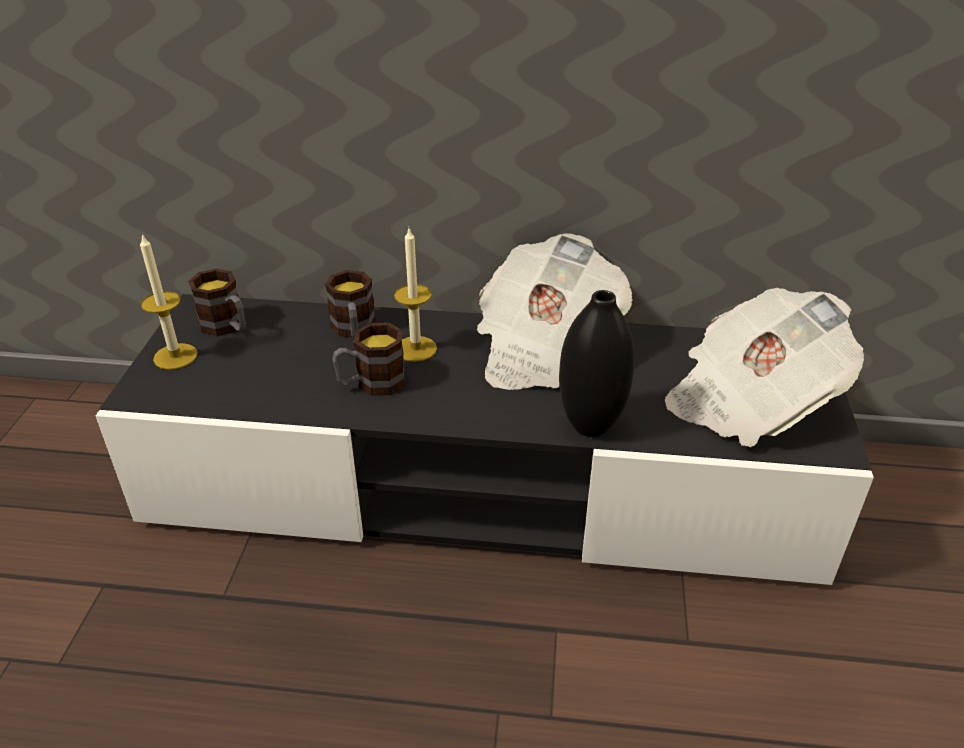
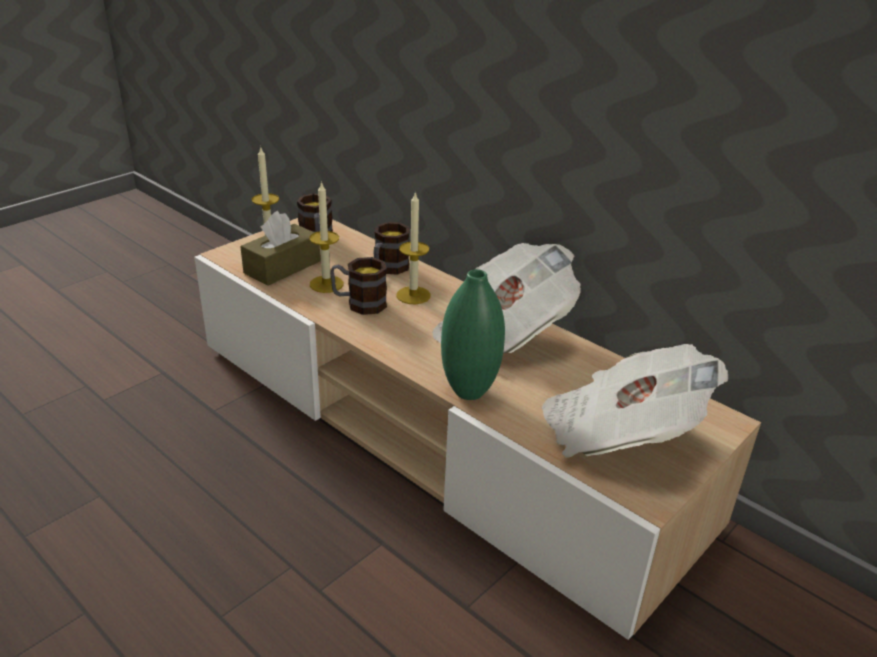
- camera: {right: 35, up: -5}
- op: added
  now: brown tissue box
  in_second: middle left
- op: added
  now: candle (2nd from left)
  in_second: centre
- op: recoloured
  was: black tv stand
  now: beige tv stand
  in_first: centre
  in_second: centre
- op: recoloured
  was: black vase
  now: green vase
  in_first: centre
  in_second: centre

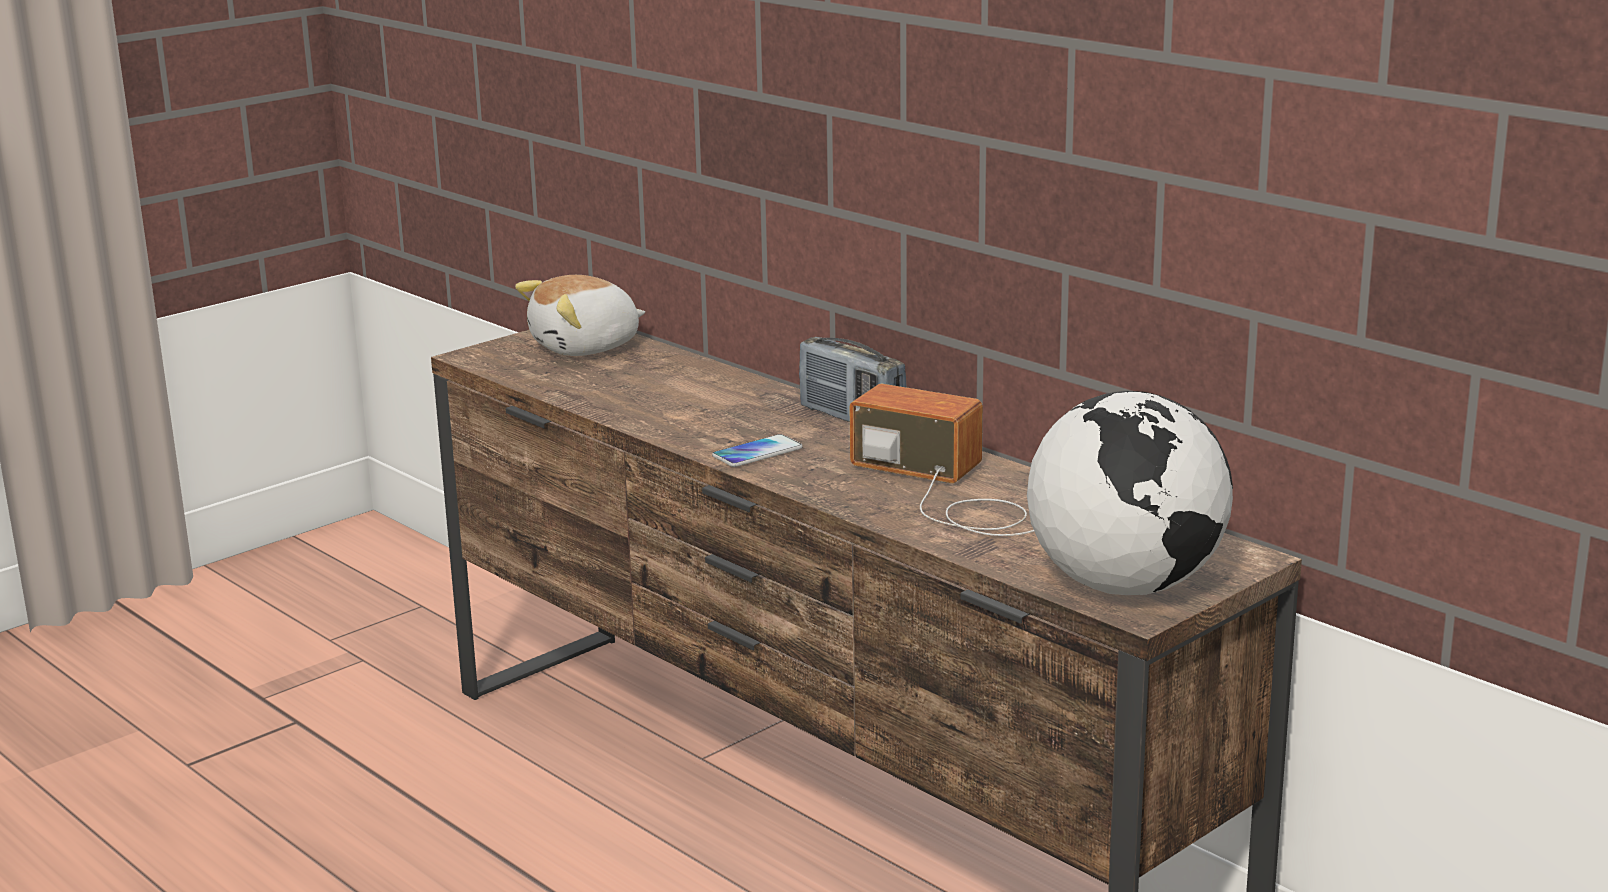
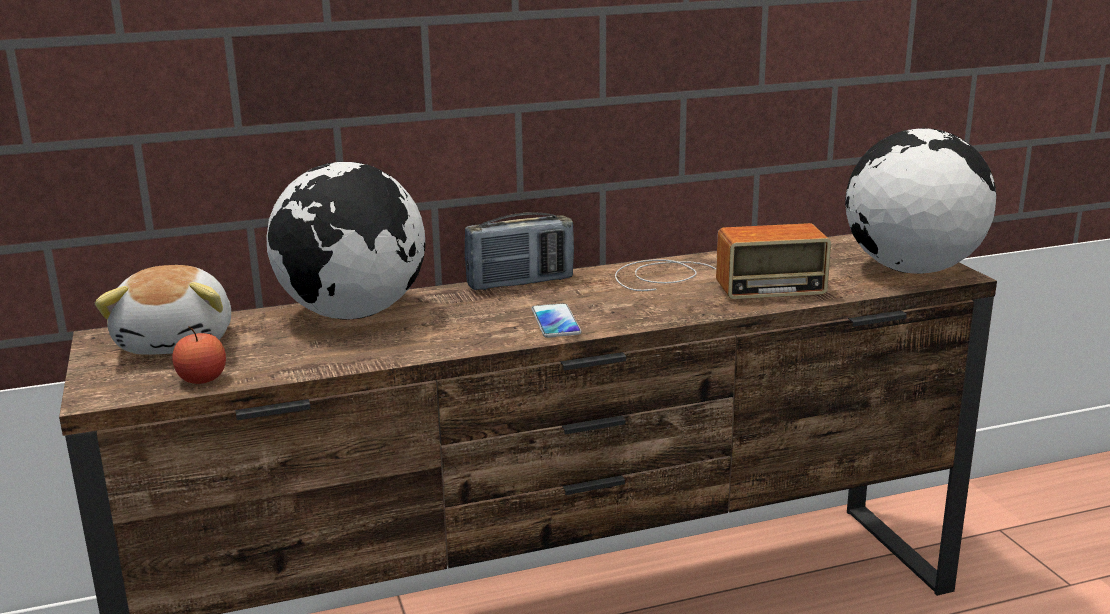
- camera: {right: -65, up: 0}
- op: added
  now: apple
  in_second: middle left
- op: added
  now: globe (1st from left)
  in_second: middle left
- op: turned
  was: radio (2nd from left)
  in_first: centre
  in_second: centre
  clockwise: -150

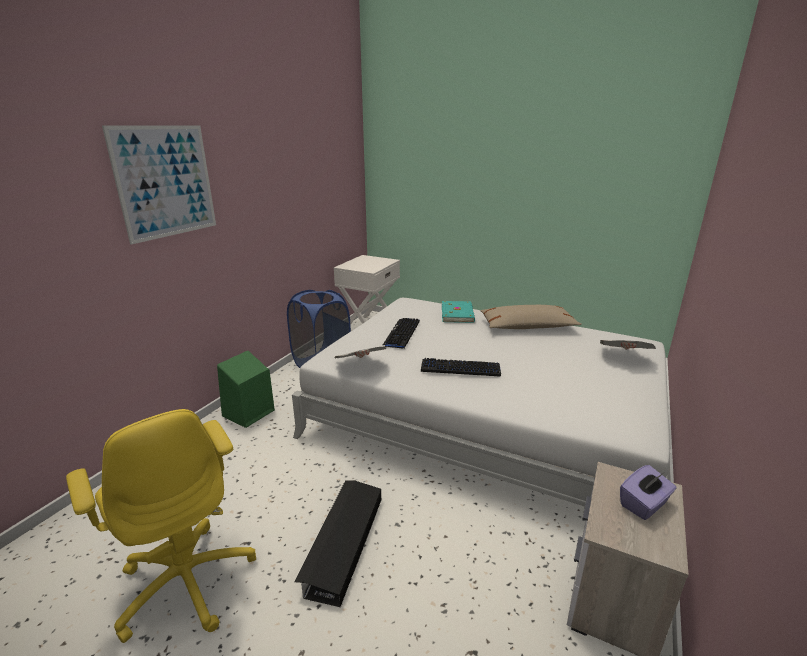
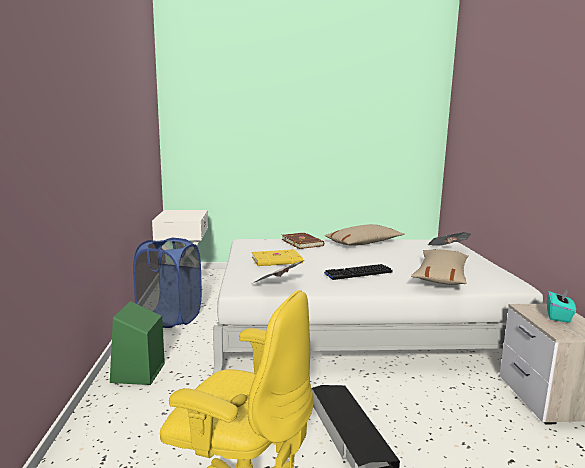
- camera: {right: -30, up: -10}
- op: removed
  was: picture
  in_first: top left
- op: added
  now: beige pillow (2nd from left)
  in_second: middle right
- op: replaced
  was: keyboard (1st from left)
  now: yellow book
  in_first: centre
  in_second: centre
- op: recoloured
  was: turquoise book
  now: brown book
  in_first: centre
  in_second: centre
- op: recoloured
  was: purple tissue box
  now: turquoise tissue box
  in_first: bottom right
  in_second: middle right

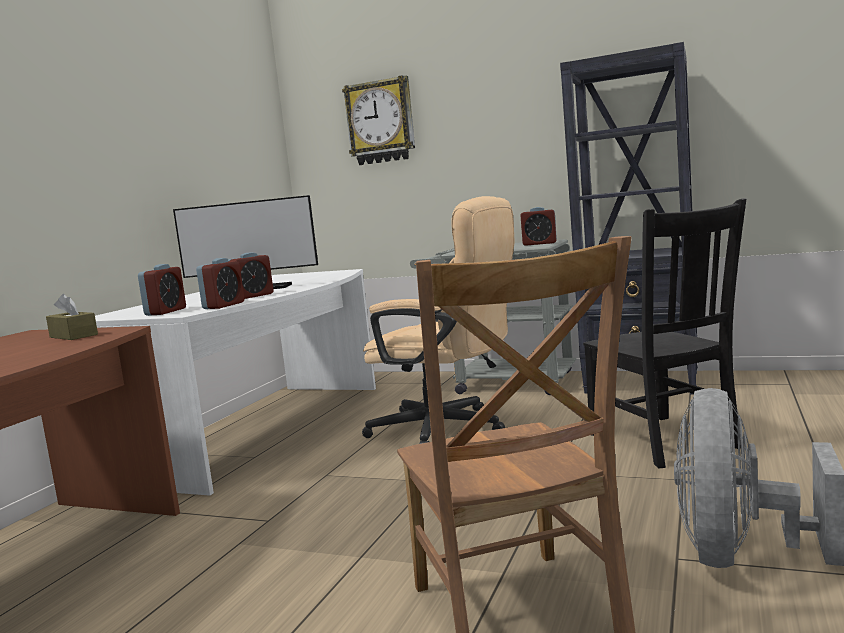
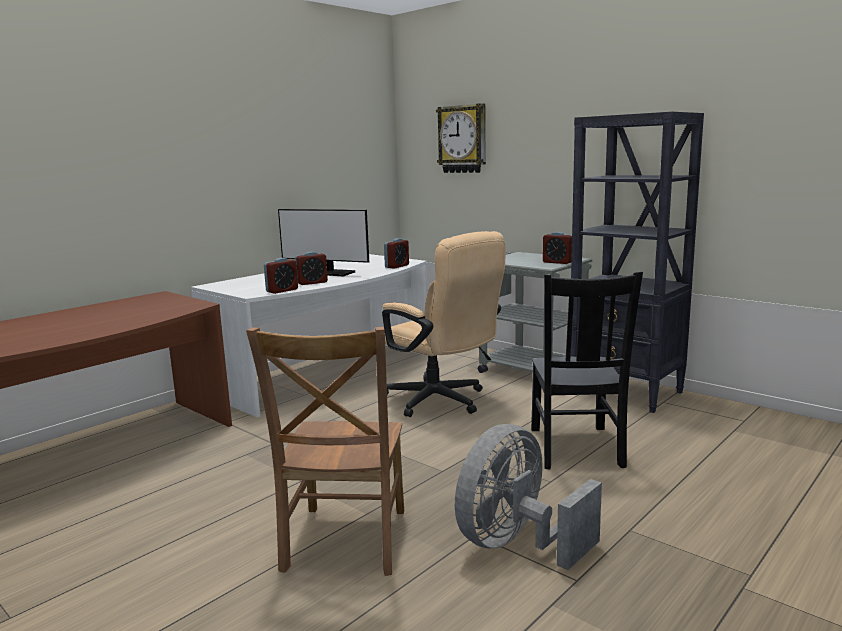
- camera: {right: 20, up: 5}
- op: removed
  was: brown tissue box
  in_first: middle left
- op: moved
  was: alarm clock (1st from left in the first image)
  now: alarm clock (3rd from left)
  in_first: middle left
  in_second: centre

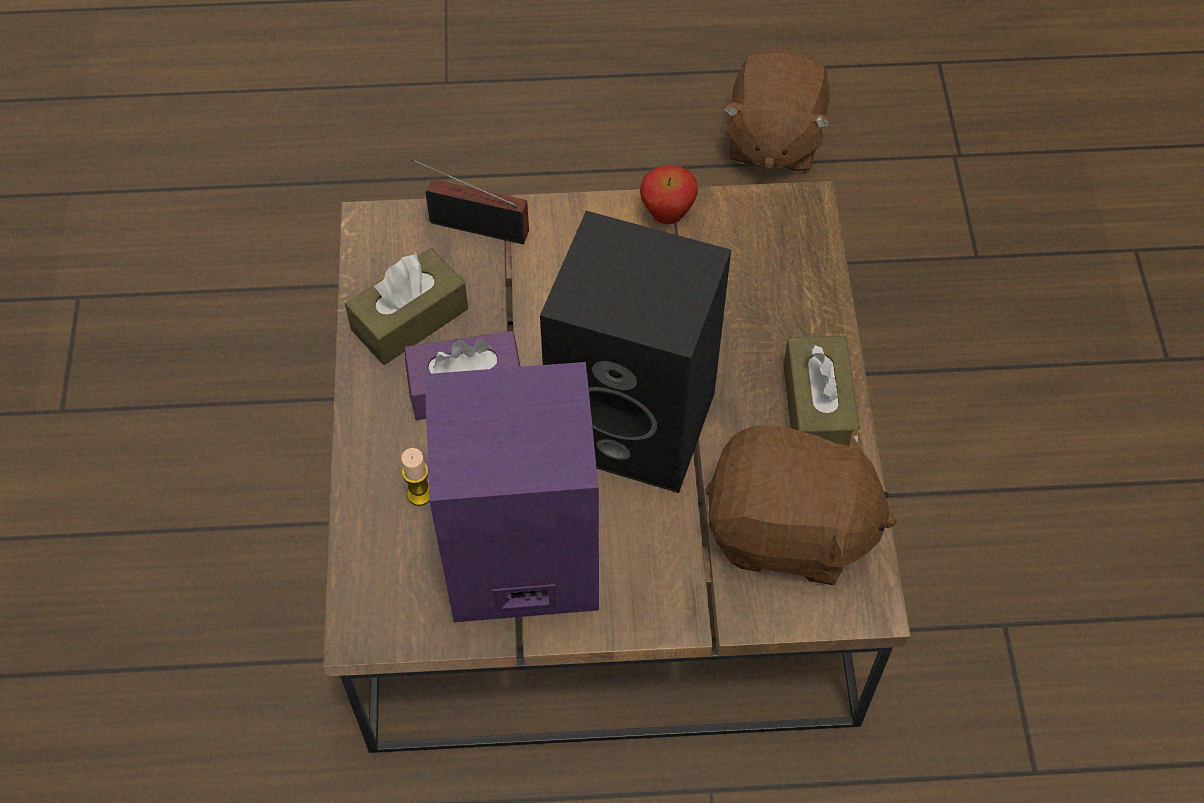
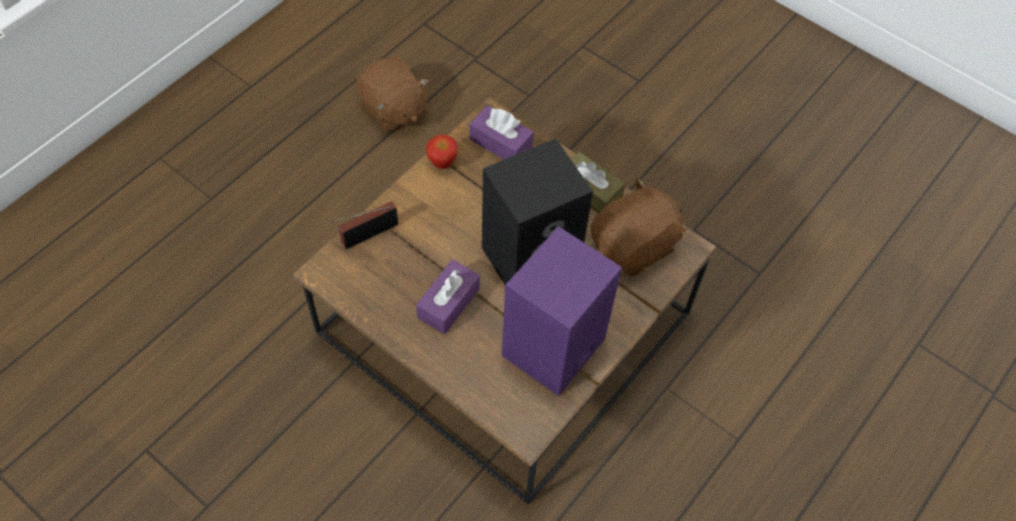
- camera: {right: -50, up: 0}
- op: removed
  was: brown tissue box (1st from left)
  in_first: centre
- op: removed
  was: candle
  in_first: centre
- op: added
  now: purple tissue box (2nd from left)
  in_second: top centre

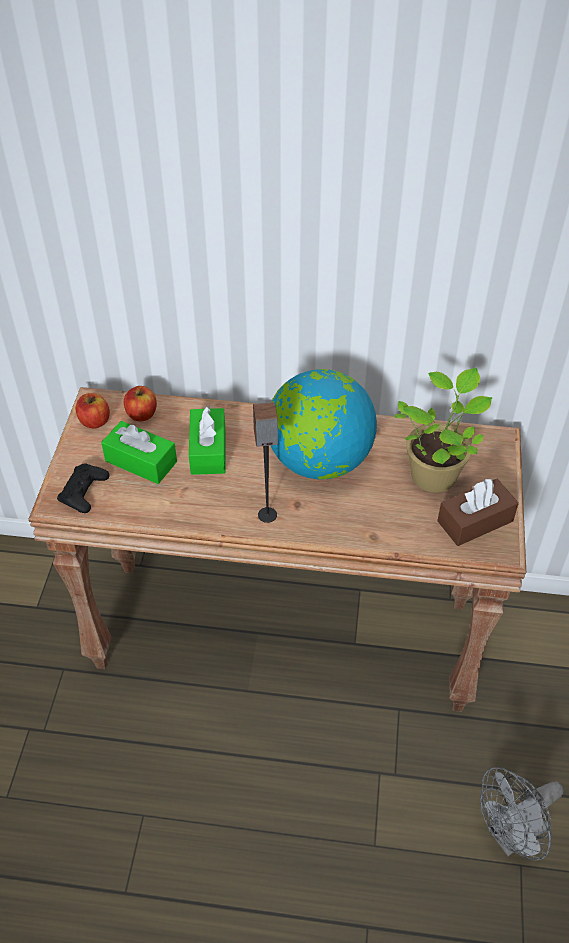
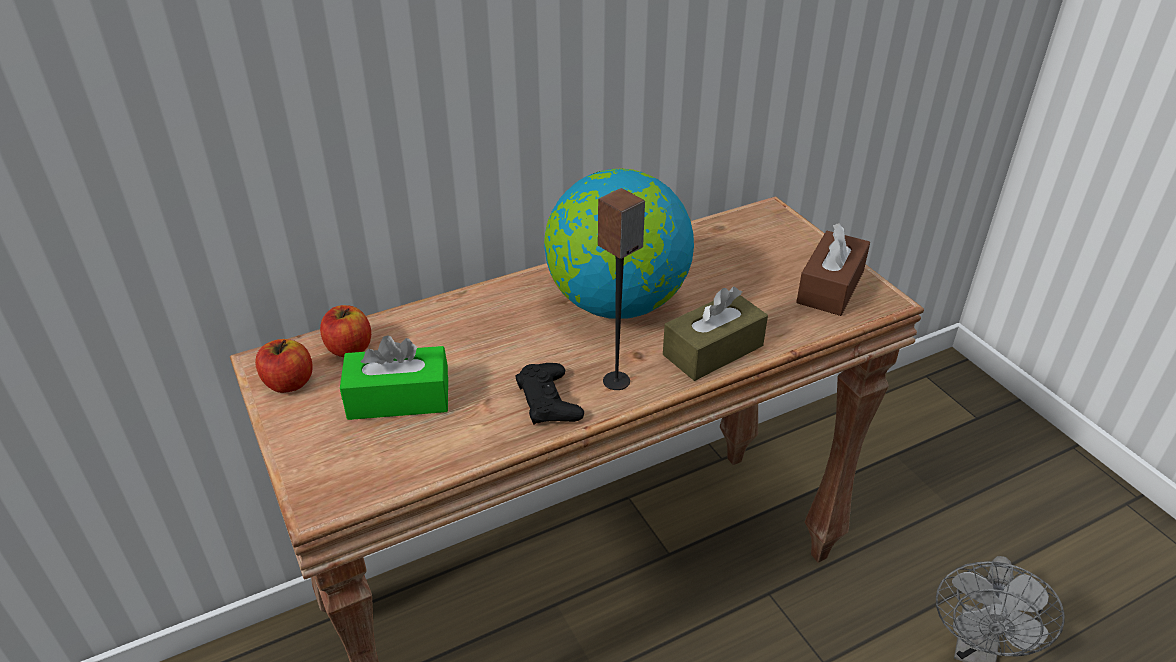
- camera: {right: -35, up: -10}
- op: removed
  was: green tissue box (2nd from left)
  in_first: centre
- op: removed
  was: potted plant
  in_first: middle right
- op: added
  now: brown tissue box (1st from left)
  in_second: centre
- op: moved
  was: black game controller
  in_first: middle left
  in_second: centre

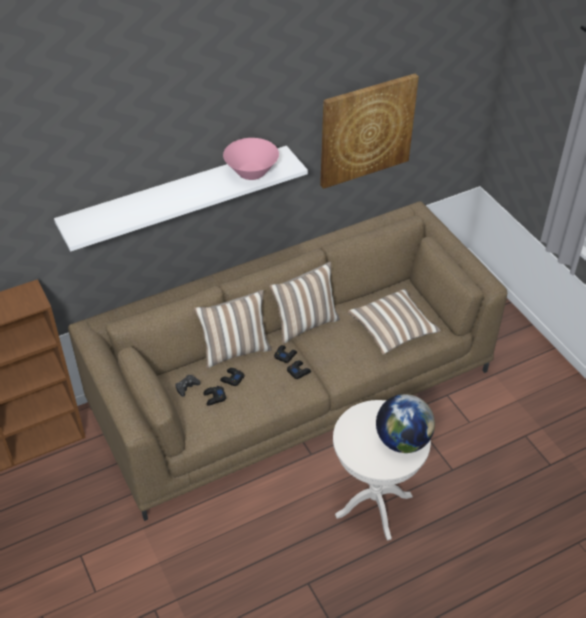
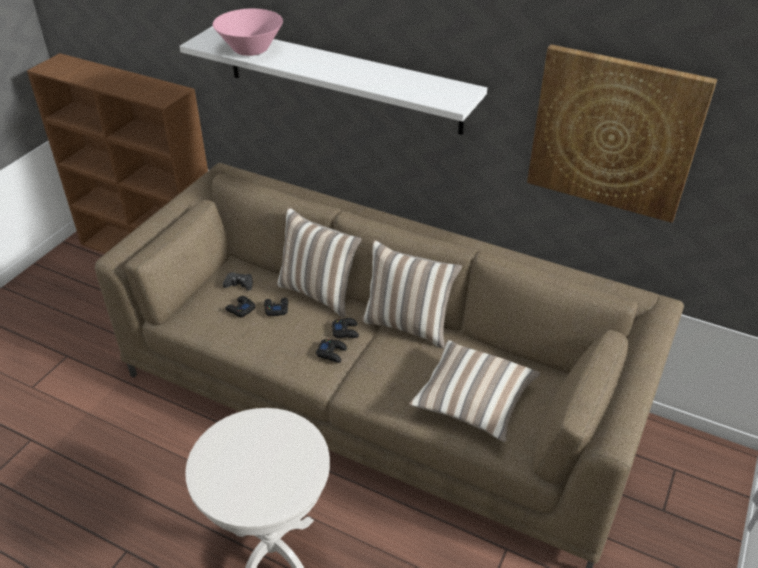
- camera: {right: 55, up: -5}
- op: removed
  was: globe
  in_first: bottom right
- op: moved
  was: pink bowl
  in_first: top centre
  in_second: top left

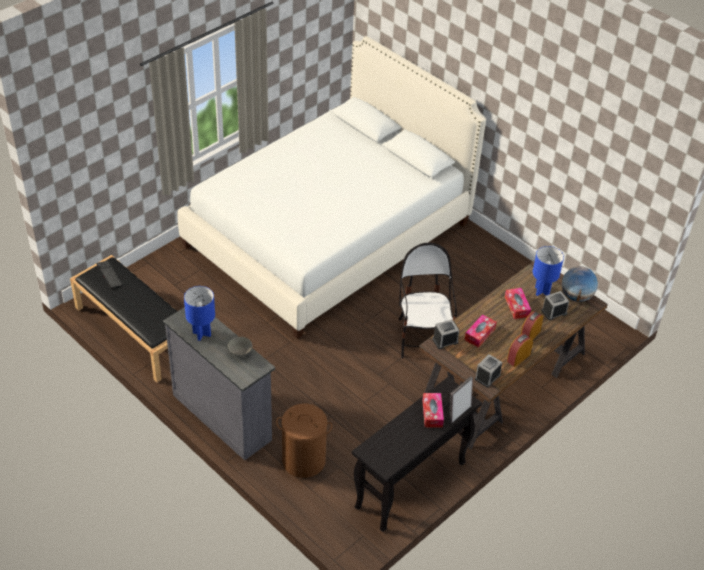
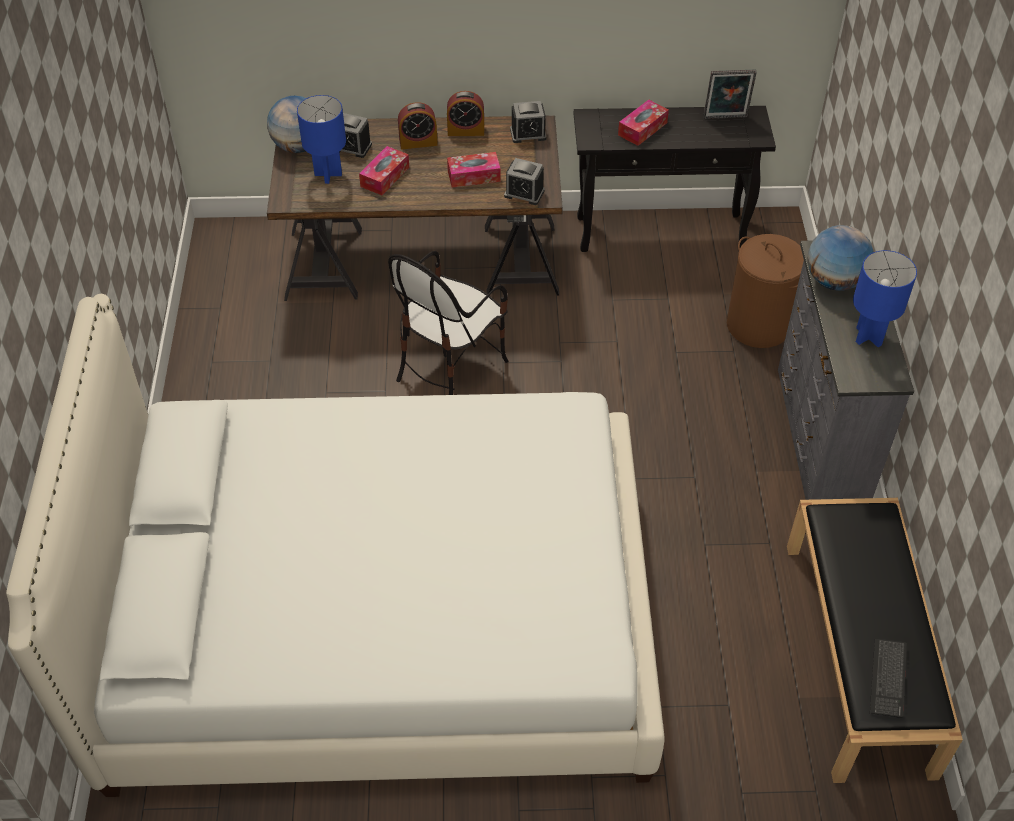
- camera: {right: -135, up: 5}
- op: moved
  was: picture frame
  in_first: bottom centre
  in_second: top right
- op: replaced
  was: grey bowl
  now: globe (2nd from left)
  in_first: centre
  in_second: top right

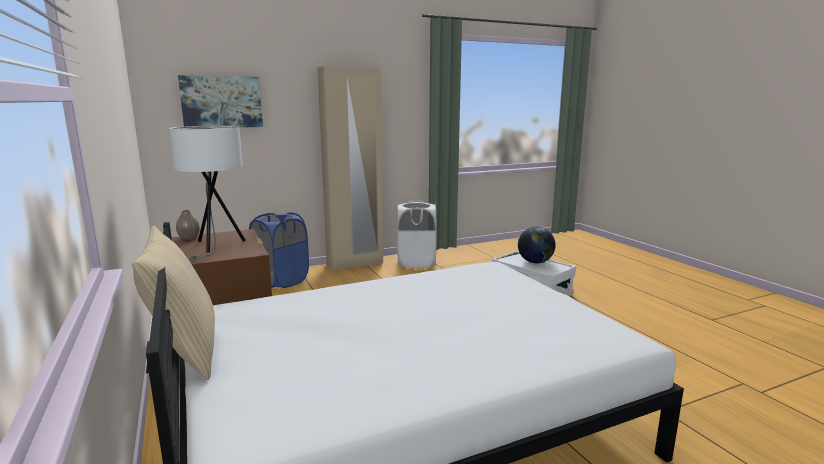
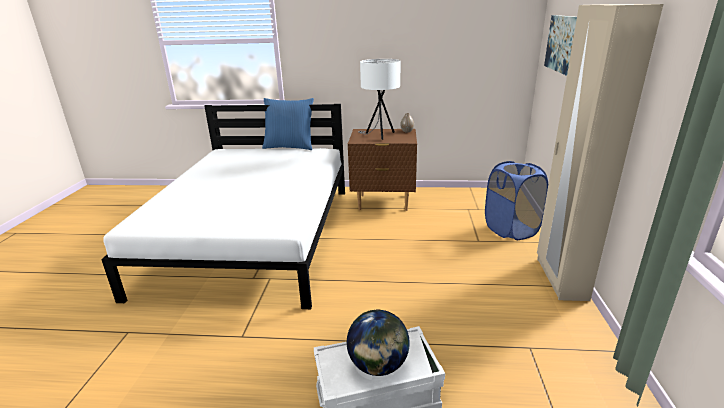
- camera: {right: 120, up: 10}
- op: removed
  was: white laundry basket
  in_first: centre
- op: recoloured
  was: beige pillow
  now: blue pillow
  in_first: middle left
  in_second: top centre

